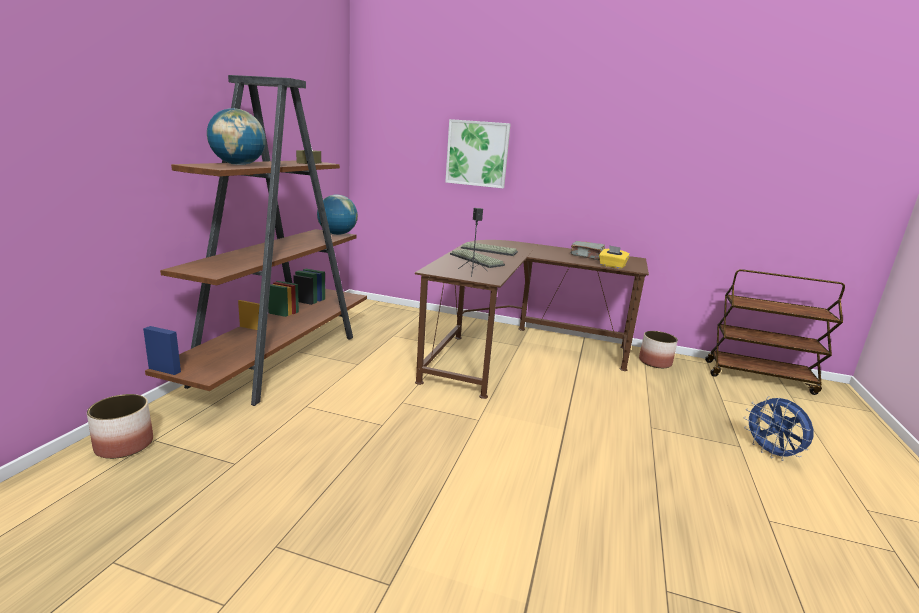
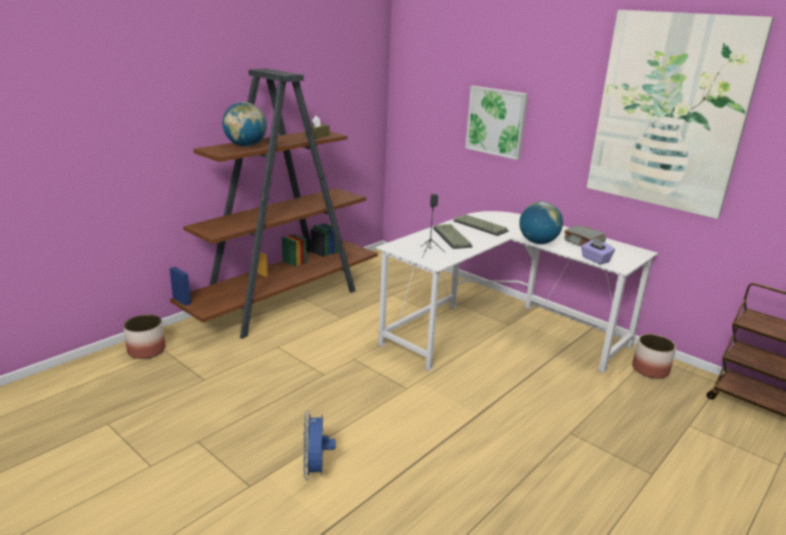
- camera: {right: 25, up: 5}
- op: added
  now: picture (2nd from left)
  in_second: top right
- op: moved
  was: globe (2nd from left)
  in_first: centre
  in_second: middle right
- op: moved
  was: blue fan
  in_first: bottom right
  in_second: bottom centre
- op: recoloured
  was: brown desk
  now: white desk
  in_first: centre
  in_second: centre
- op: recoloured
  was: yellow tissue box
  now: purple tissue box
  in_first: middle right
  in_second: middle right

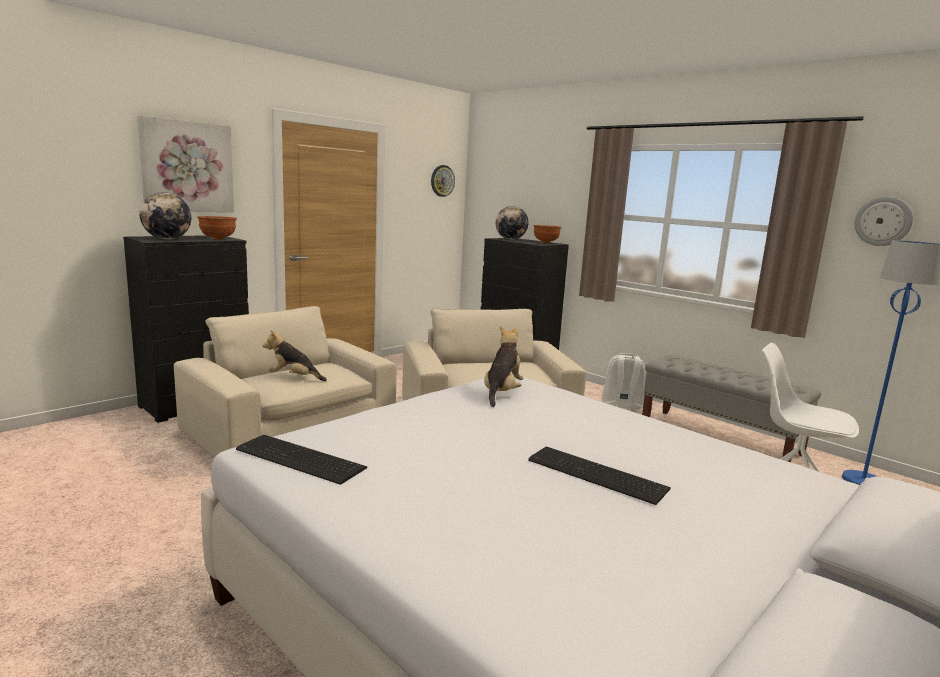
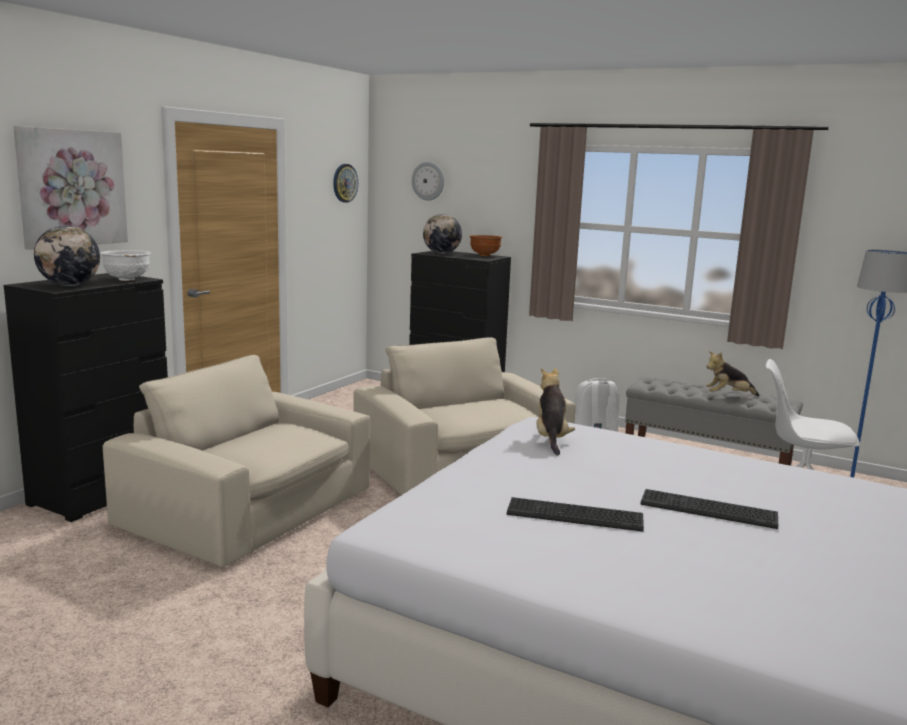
- camera: {right: -15, up: 0}
- op: moved
  was: keyboard (1st from left)
  in_first: bottom left
  in_second: bottom centre
- op: moved
  was: plush toy (1st from left in the first image)
  now: plush toy (2nd from left)
  in_first: middle left
  in_second: middle right
- op: moved
  was: wall clock (2nd from left)
  in_first: top right
  in_second: top centre
- op: recoloured
  was: brown bowl (1st from left)
  now: white bowl
  in_first: middle left
  in_second: middle left

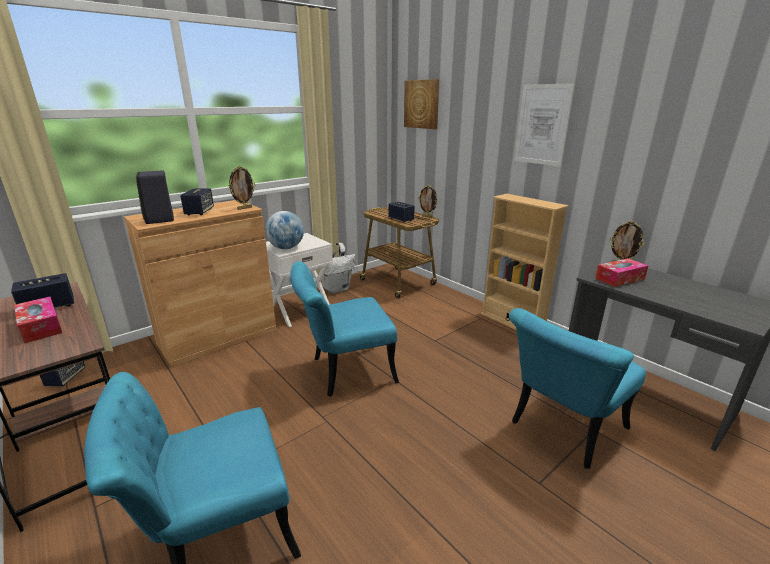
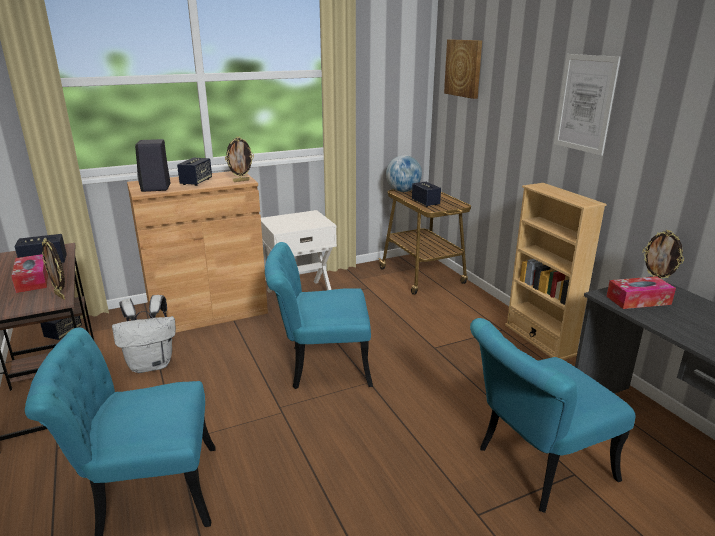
- camera: {right: 15, up: 0}
- op: moved
  was: globe
  in_first: centre
  in_second: top centre
- op: moved
  was: white backpack
  in_first: centre
  in_second: middle left
- op: moved
  was: picture frame (2nd from left in the first image)
  now: picture frame (1st from left)
  in_first: centre
  in_second: middle left

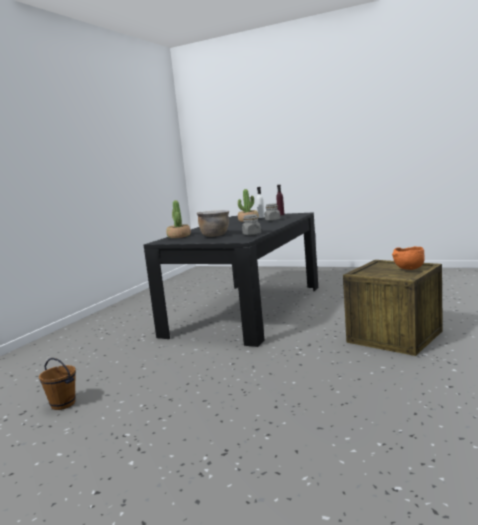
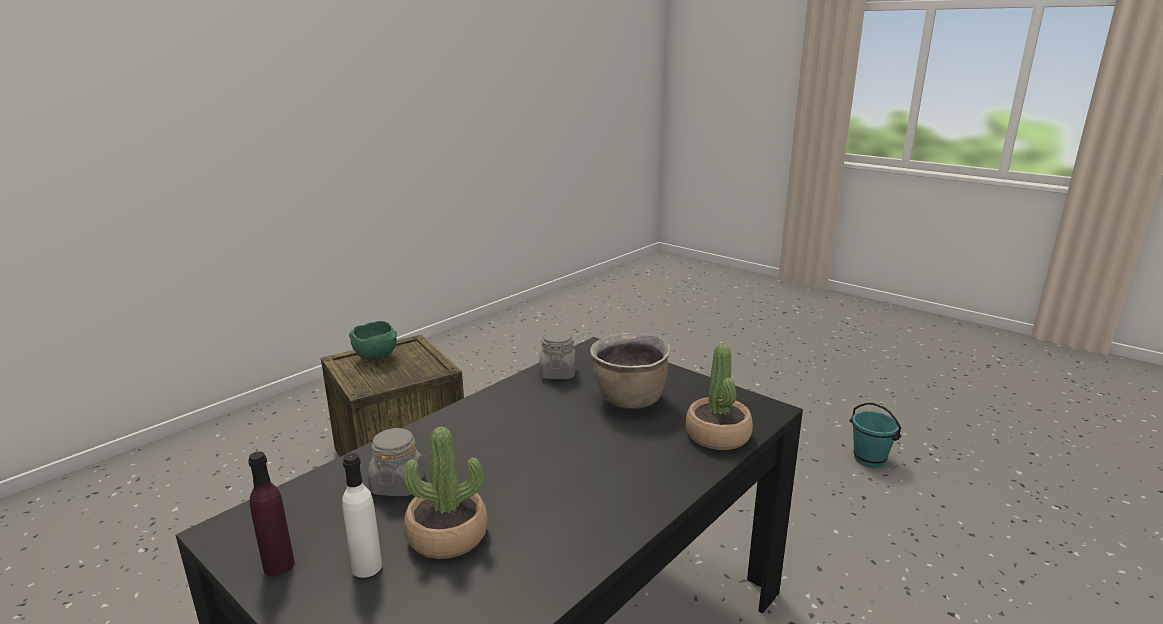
- camera: {right: -165, up: 10}
- op: recoloured
  was: brown bucket
  now: turquoise bucket
  in_first: bottom left
  in_second: bottom right
- op: recoloured
  was: orange bowl
  now: green bowl
  in_first: middle right
  in_second: middle left

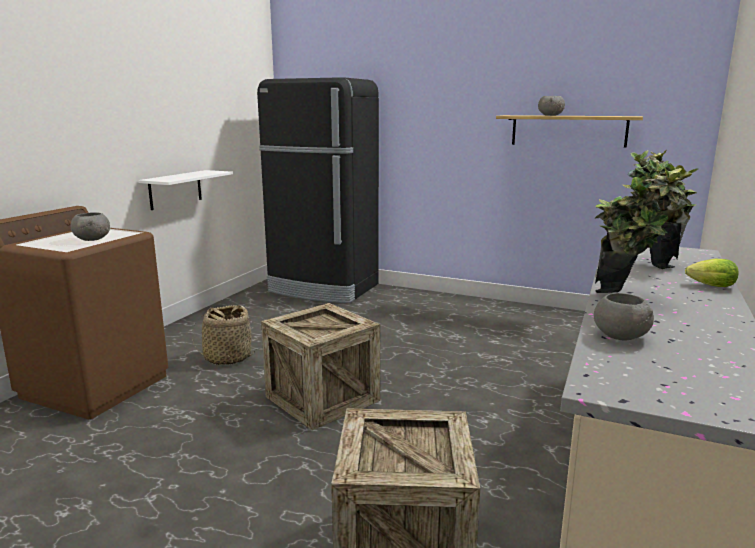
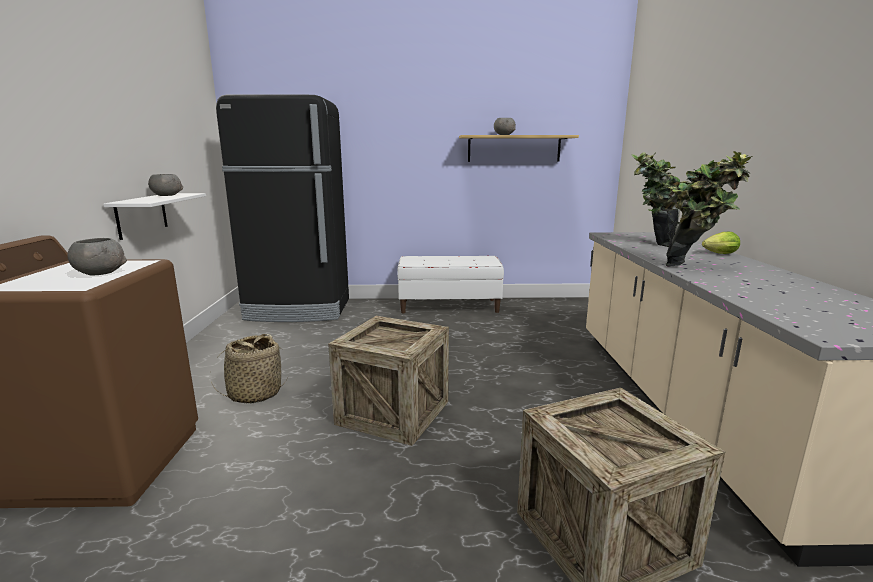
- camera: {right: -25, up: 0}
- op: added
  now: white bench
  in_second: centre
- op: moved
  was: grey bowl (3rd from left in the first image)
  now: grey bowl (2nd from left)
  in_first: middle right
  in_second: top left

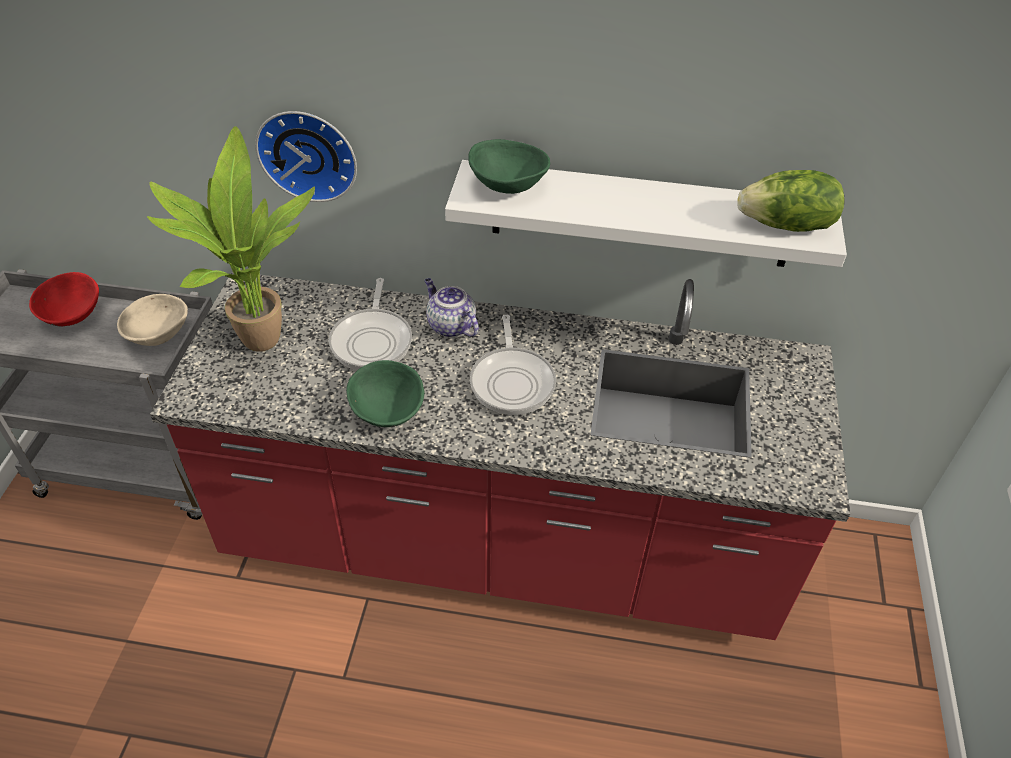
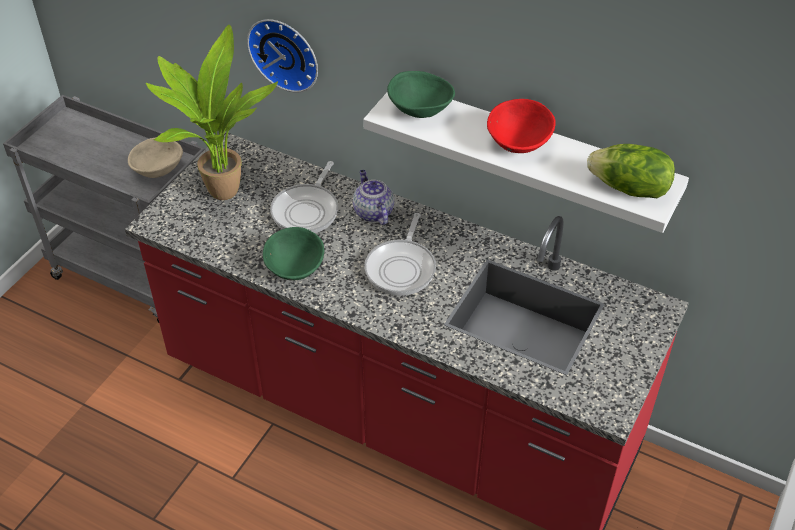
- camera: {right: 20, up: 0}
- op: moved
  was: red bowl
  in_first: middle left
  in_second: top centre

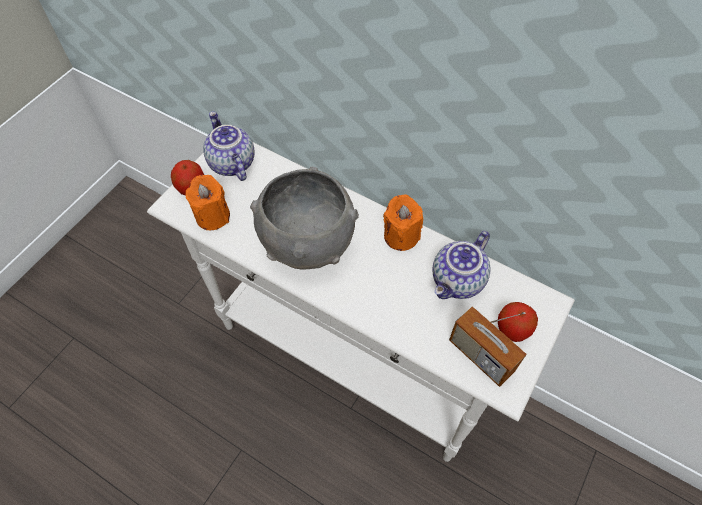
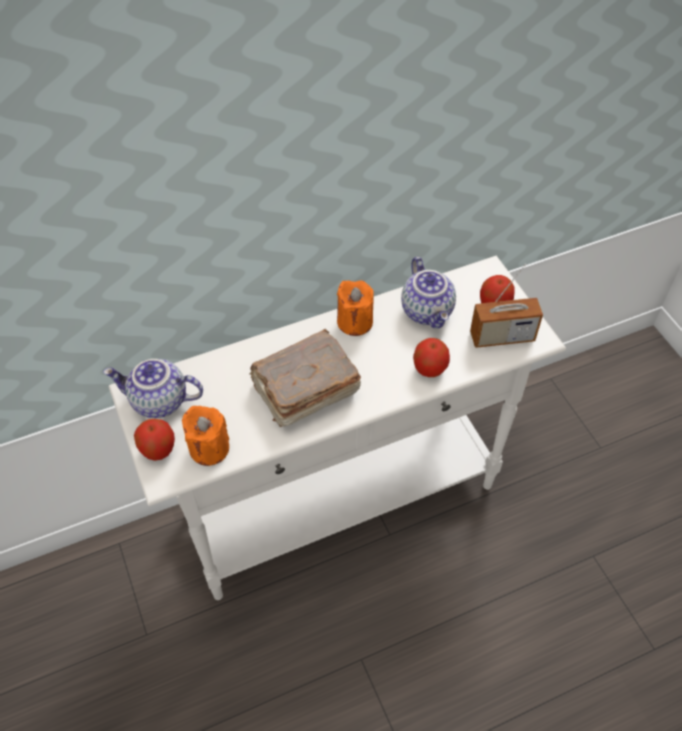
- camera: {right: -55, up: -5}
- op: added
  now: apple (2nd from left)
  in_second: centre
- op: replaced
  was: grey bowl
  now: brown book
  in_first: centre
  in_second: centre

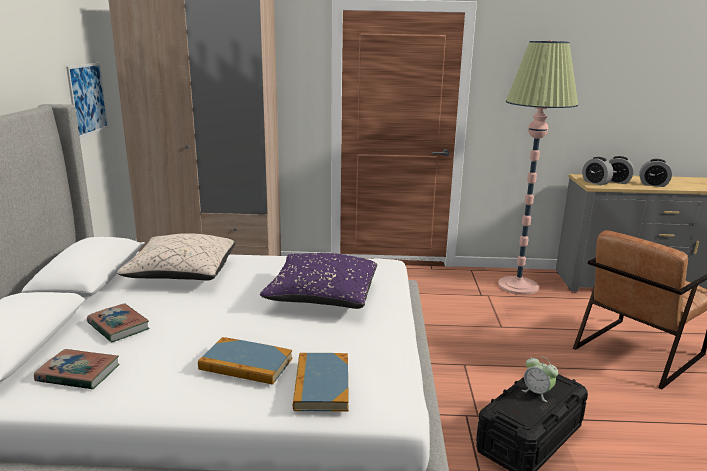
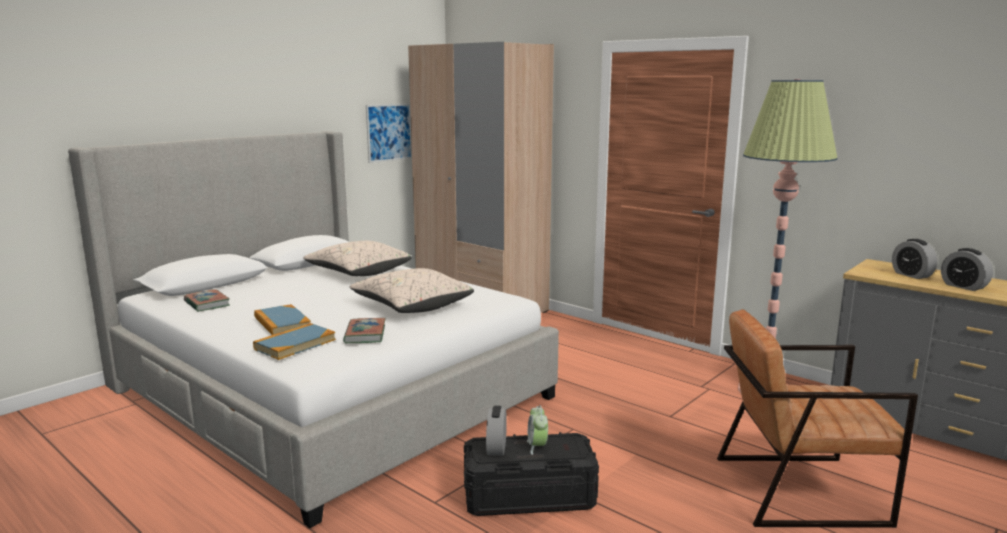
- camera: {right: 40, up: -5}
- op: moved
  was: book (2nd from left in the first image)
  now: book (4th from left)
  in_first: bottom left
  in_second: centre
- op: moved
  was: alarm clock (2nd from left in the first image)
  now: alarm clock (1st from left)
  in_first: middle right
  in_second: bottom centre
- op: recoloured
  was: purple pillow
  now: beige pillow (2nd from left)
  in_first: centre
  in_second: centre

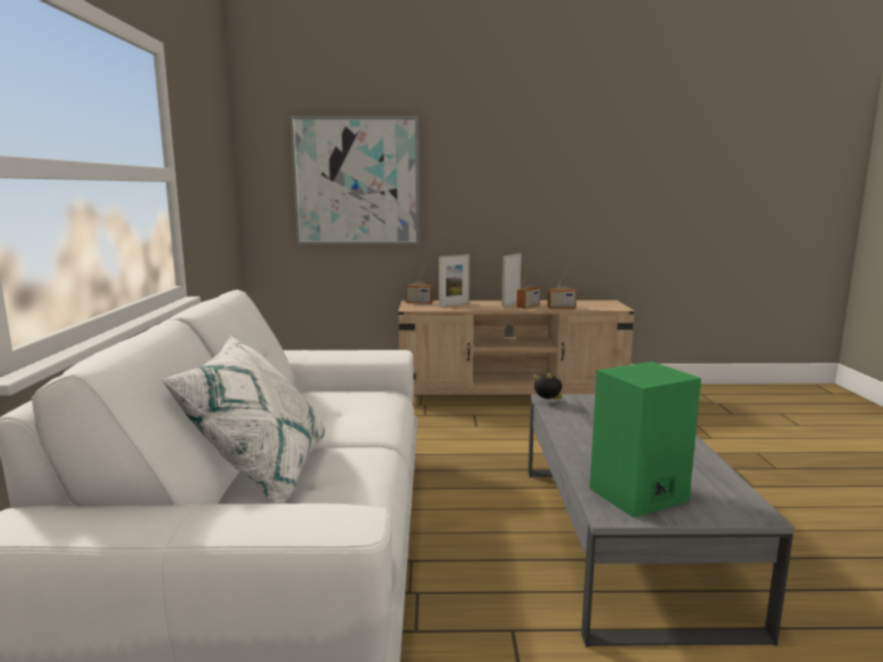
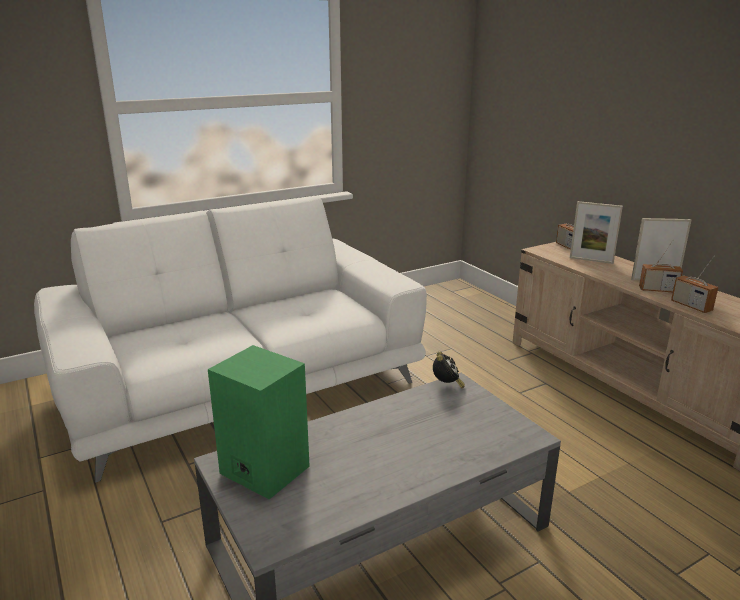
- camera: {right: 60, up: 10}
- op: removed
  was: white pillow
  in_first: middle left
- op: removed
  was: picture
  in_first: top centre

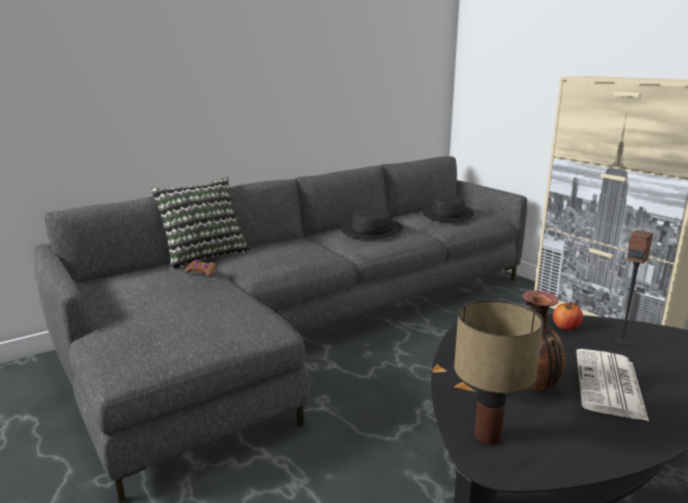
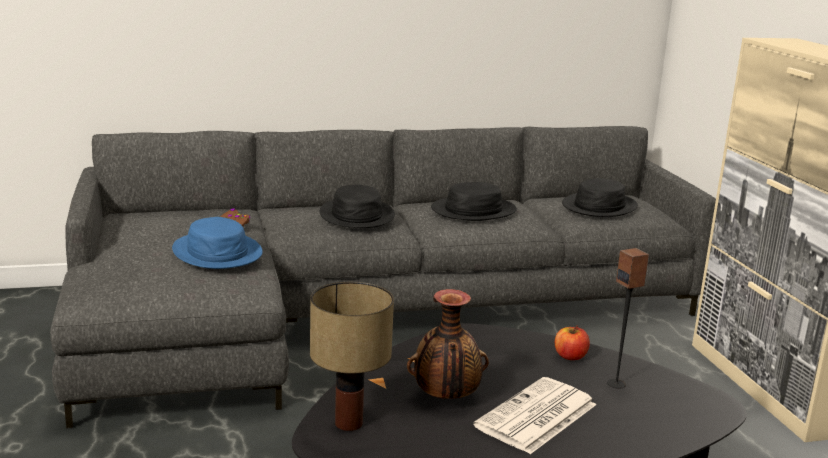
- camera: {right: 20, up: 0}
- op: removed
  was: pillow
  in_first: middle left
- op: added
  now: blue hat
  in_second: middle left
- op: added
  now: black hat (1st from left)
  in_second: centre

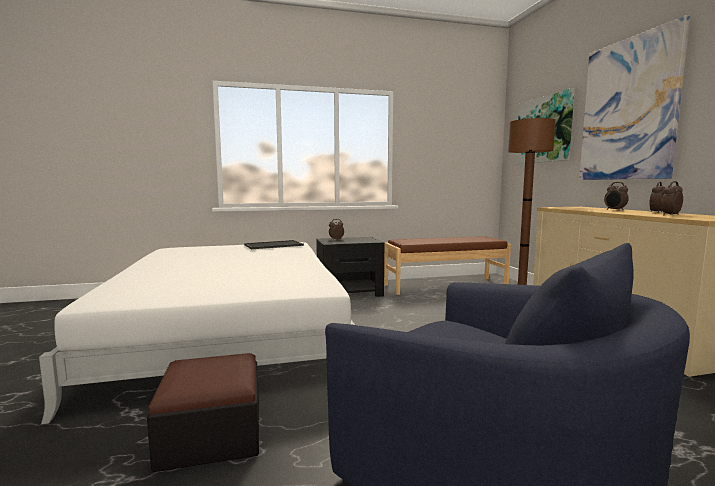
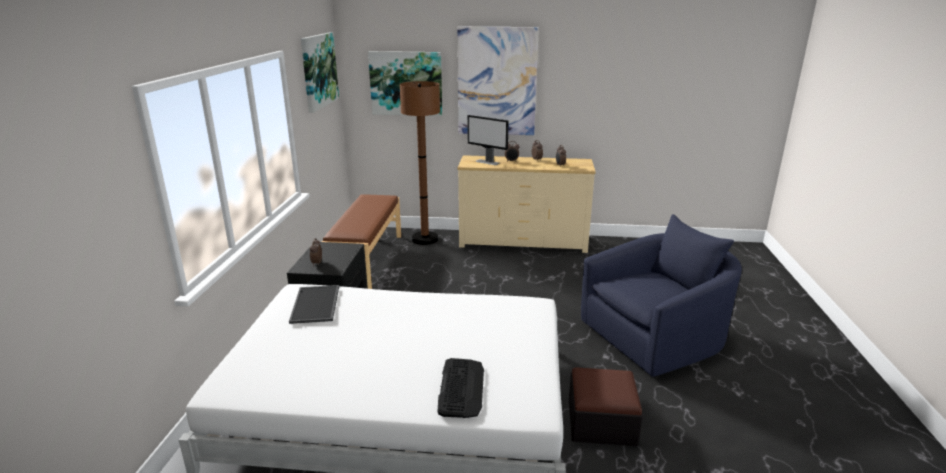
- camera: {right: -70, up: 15}
- op: added
  now: picture (1st from left)
  in_second: top centre
- op: added
  now: keyboard
  in_second: bottom centre
- op: added
  now: monitor
  in_second: top centre

